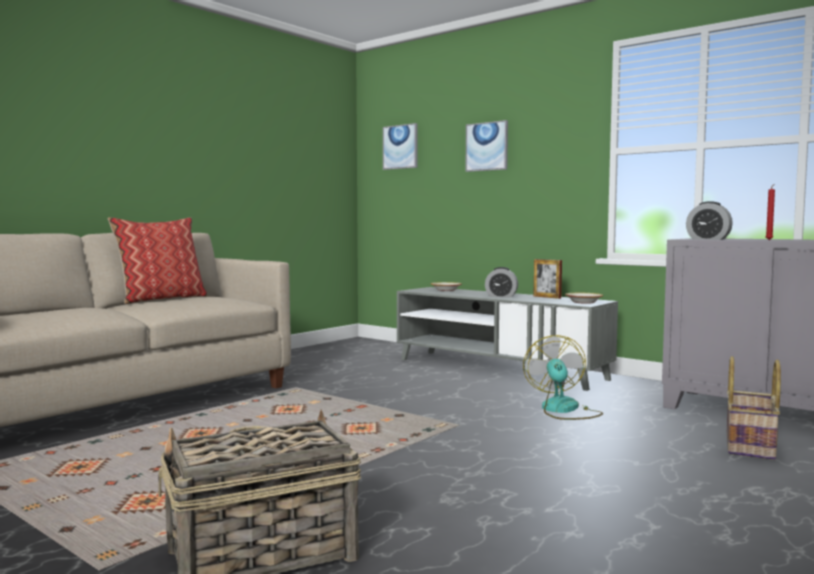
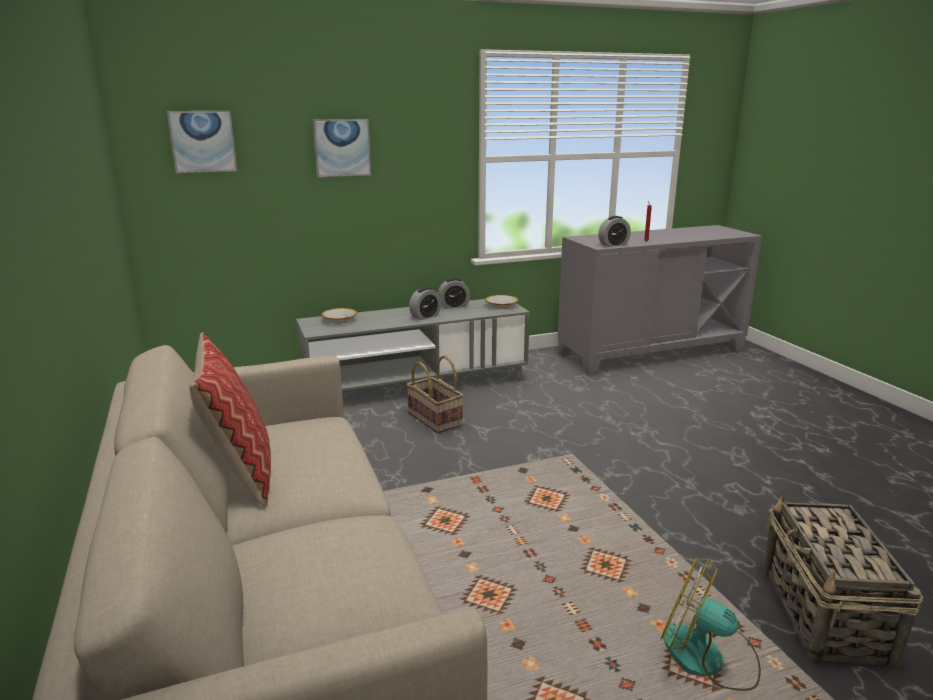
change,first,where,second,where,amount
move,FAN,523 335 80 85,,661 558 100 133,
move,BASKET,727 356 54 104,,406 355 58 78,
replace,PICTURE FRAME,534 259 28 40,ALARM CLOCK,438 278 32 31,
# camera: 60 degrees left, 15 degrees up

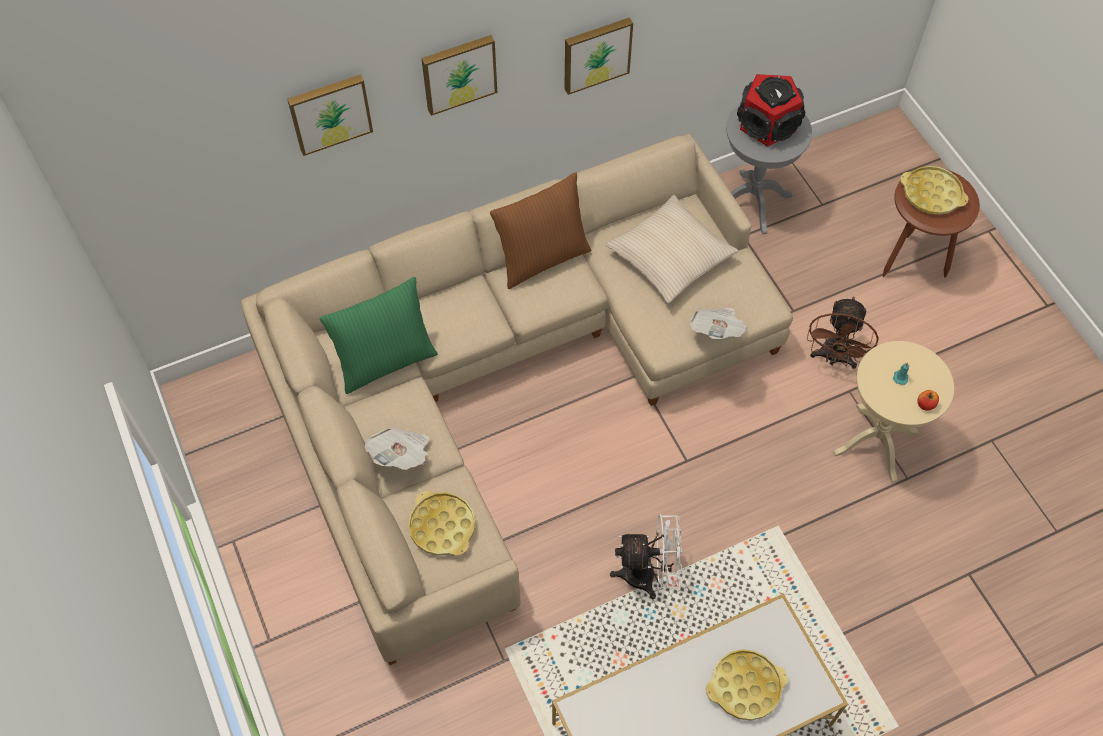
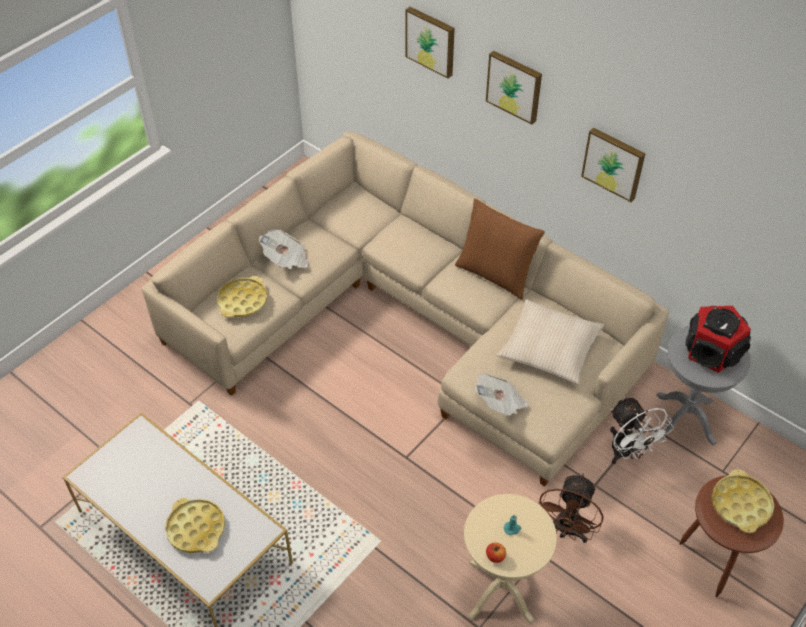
change,first,where,second,where,amount
delete,GREEN PILLOW,319 277 119 117,,,
move,WHITE FAN,610 514 72 85,,610 396 64 68,
rotate,BROWN FAN,807 297 72 72,,538 474 65 69,60 degrees counterclockwise
# camera: 65 degrees right, 10 degrees down

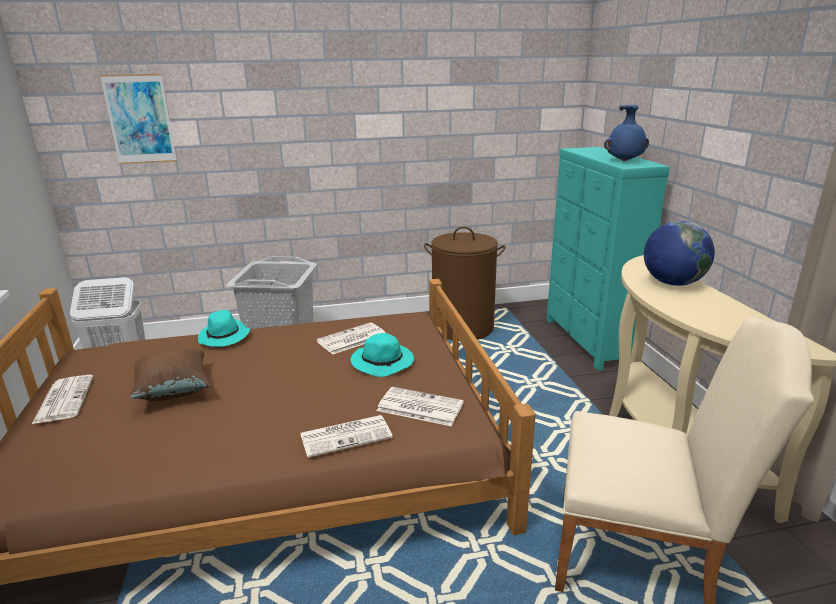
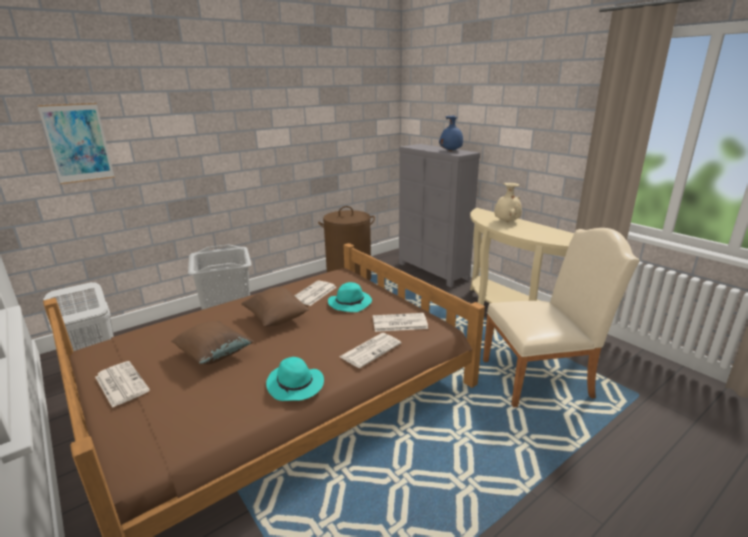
change,first,where,second,where,amount
insert,,,BROWN PILLOW,241 287 68 40,
move,TURQUOISE HAT,198 310 52 37,,266 357 58 44,
replace,GLOBE,644 221 71 65,BEIGE VASE,494 183 28 39,
recolor,TURQUOISE DRESSER,547 147 123 223,GREY DRESSER,399 144 81 143,
# camera: 25 degrees left, 0 degrees up

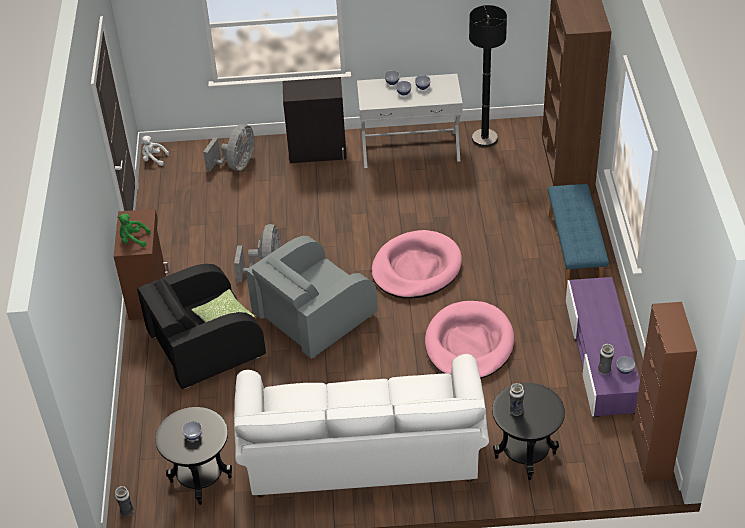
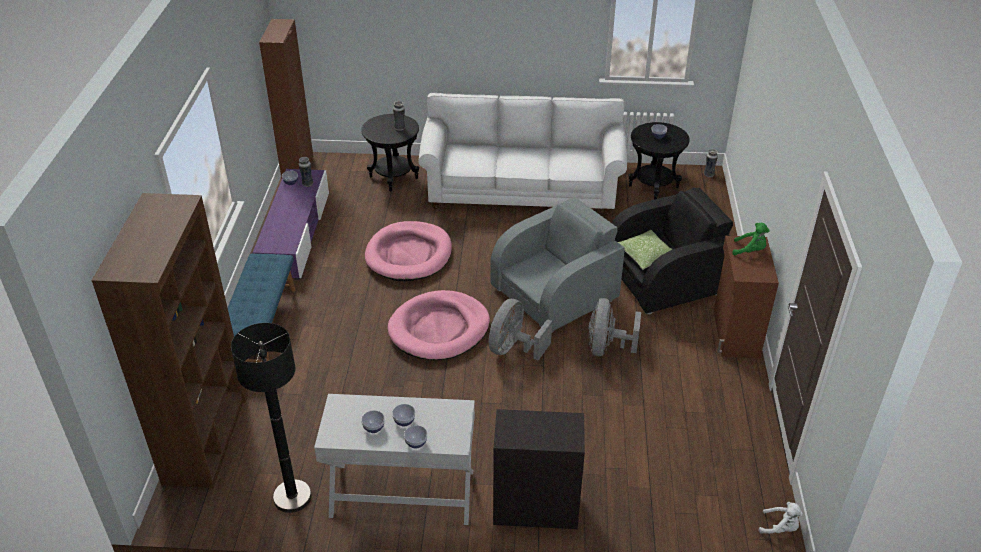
change,first,where,second,where,amount
move,GREY FAN,203 124 51 47,,489 299 63 62,
# camera: 175 degrees left, 5 degrees down

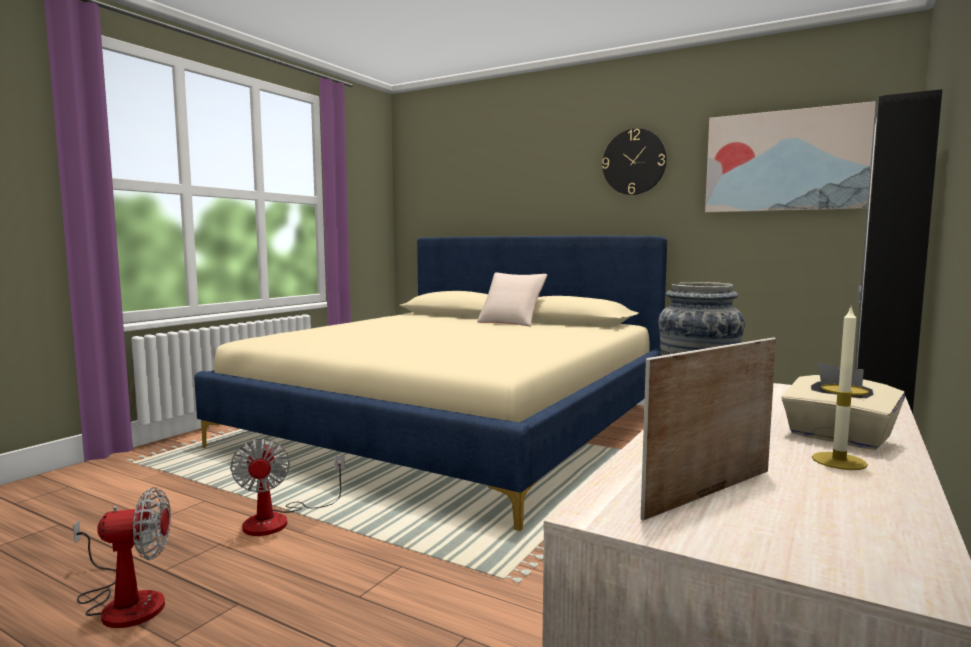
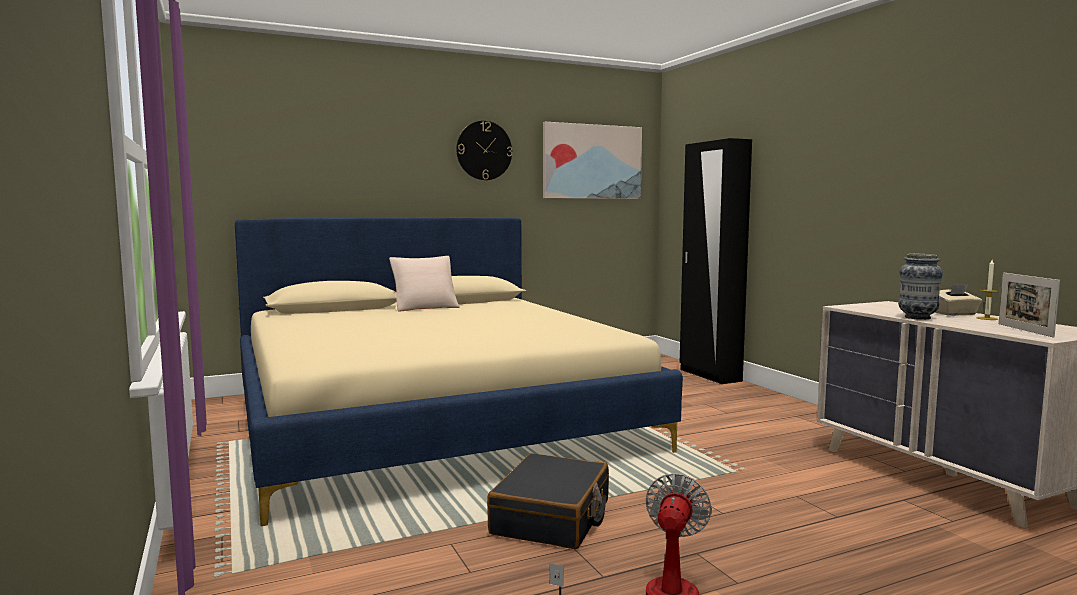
change,first,where,second,where,amount
replace,FAN,230 438 115 98,BLACK SUITCASE,487 453 122 96,
# camera: 55 degrees left, 0 degrees up

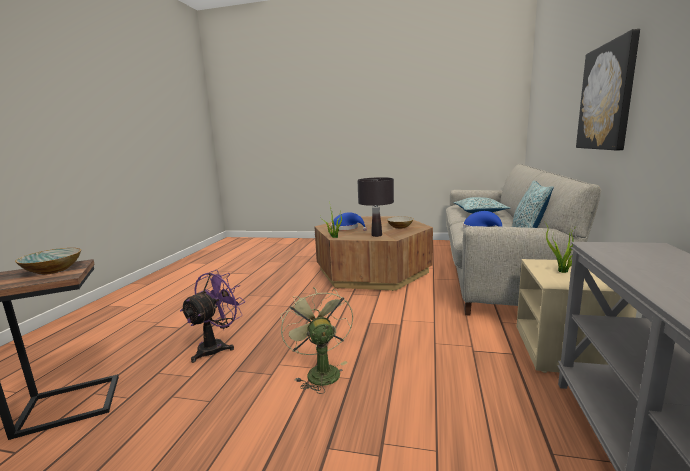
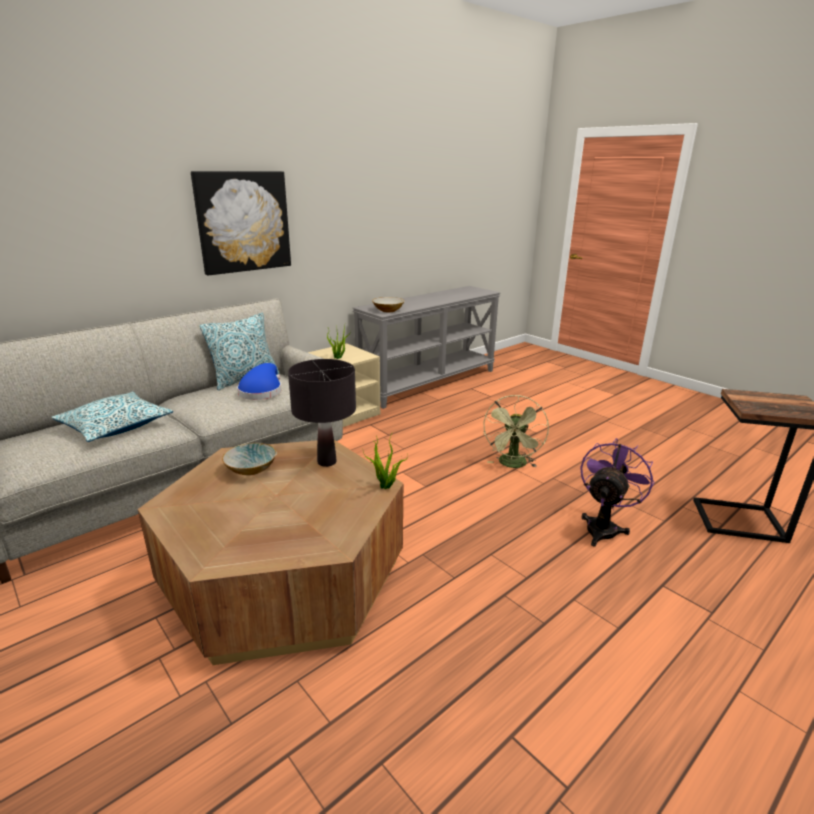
change,first,where,second,where,amount
delete,BLUE HAT,331 212 36 19,,,
move,BOWL,15 248 66 27,,372 297 32 15,
rotate,PURPLE FAN,180 270 65 93,,580 438 75 109,150 degrees clockwise
# camera: 145 degrees left, 10 degrees up

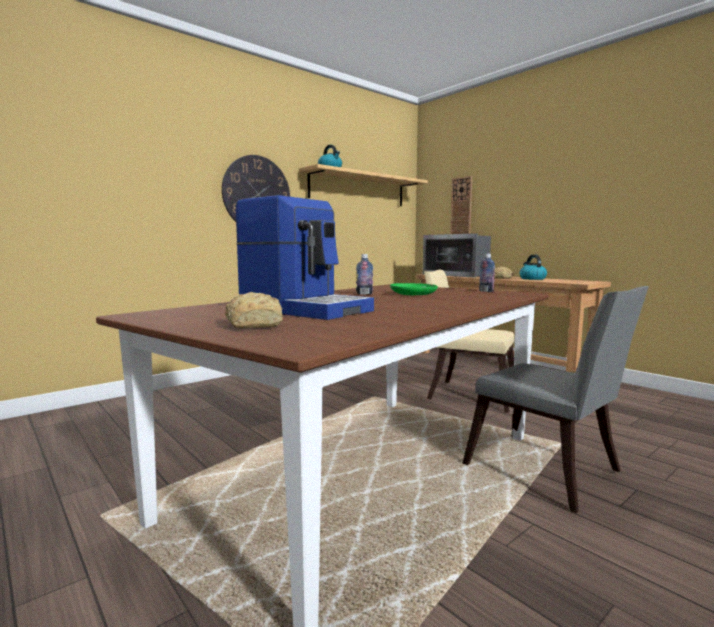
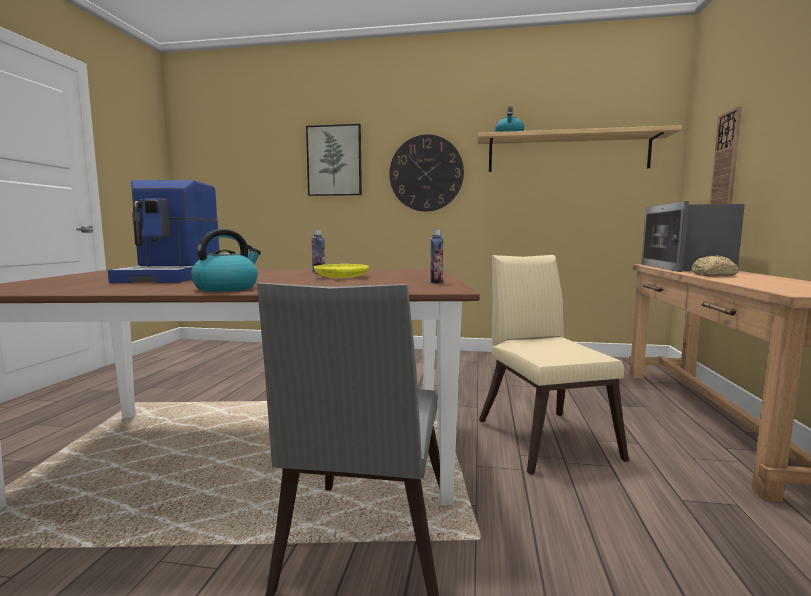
change,first,where,second,where,amount
delete,BREAD,225 292 58 36,,,
insert,,,PICTURE,306 124 56 72,
move,KETTLE,520 254 27 26,,191 229 70 63,
recolor,GREEN PLATE,390 283 48 12,YELLOW PLATE,314 264 55 14,
# camera: 50 degrees right, 0 degrees up

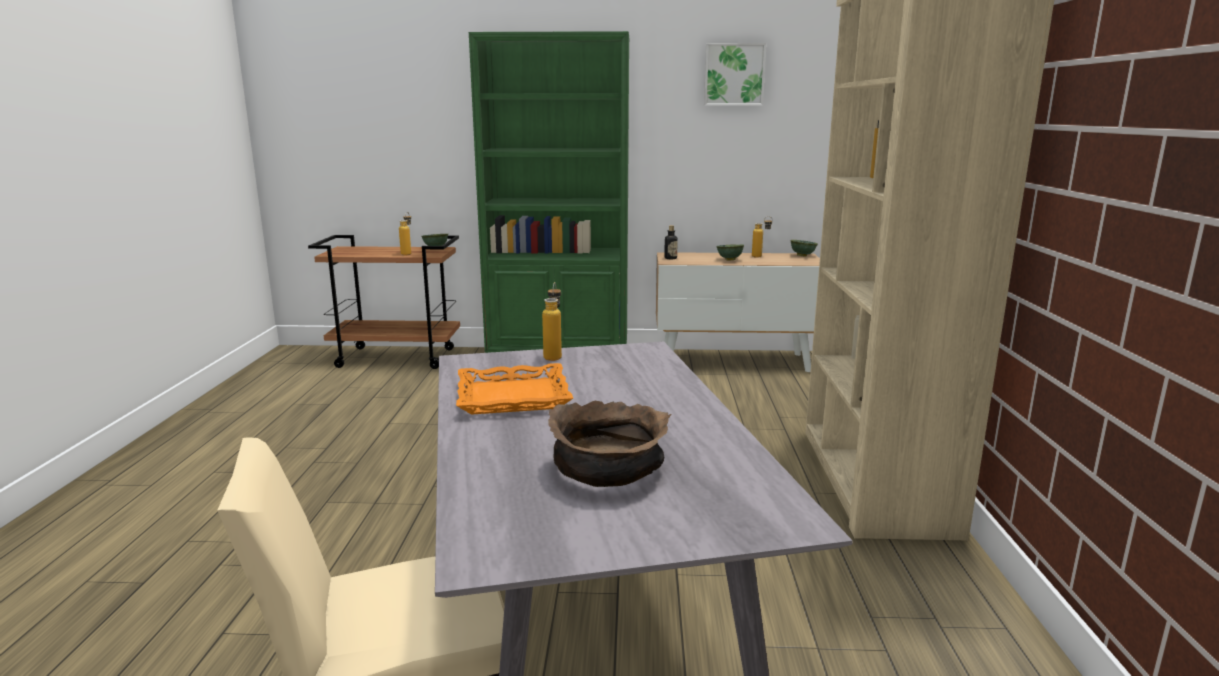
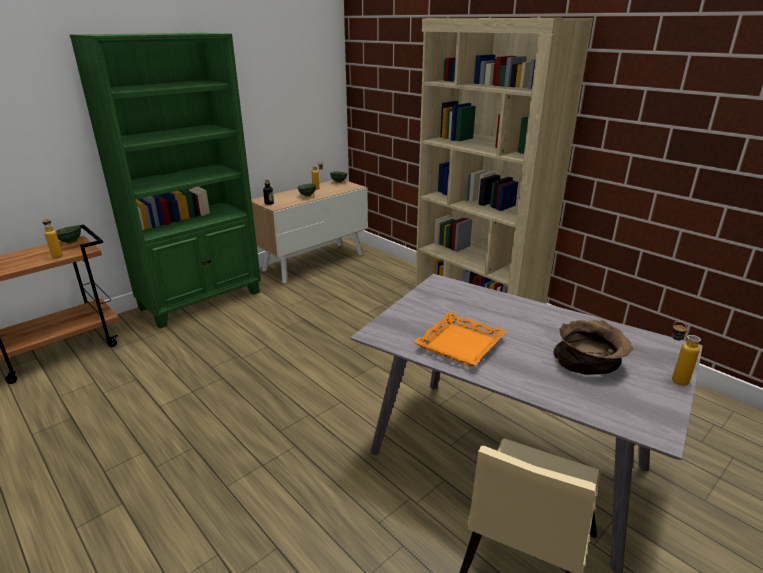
change,first,where,second,where,amount
delete,PICTURE,704 43 63 63,,,
move,BOTTLE,542 282 20 79,,672 321 29 64,
# camera: 45 degrees left, 10 degrees up

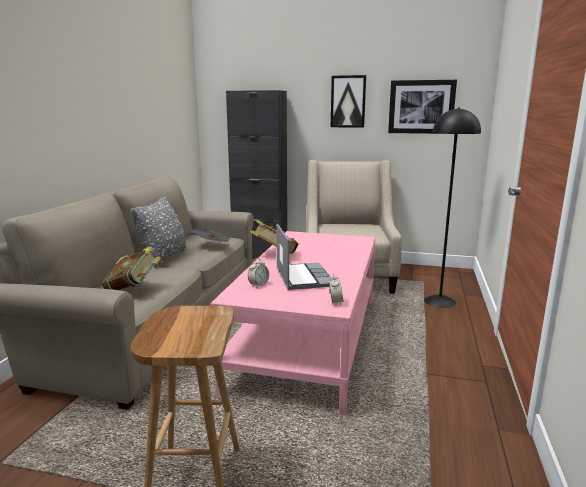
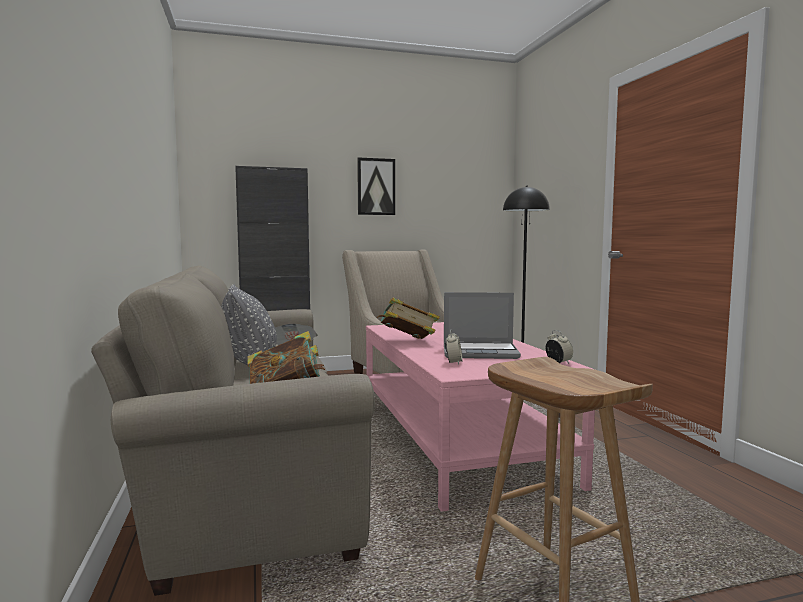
change,first,where,second,where,amount
delete,PICTURE,388 80 69 54,,,
rotate,LAPTOP,276 224 56 66,,444 292 77 67,135 degrees clockwise
# camera: 30 degrees left, 10 degrees down

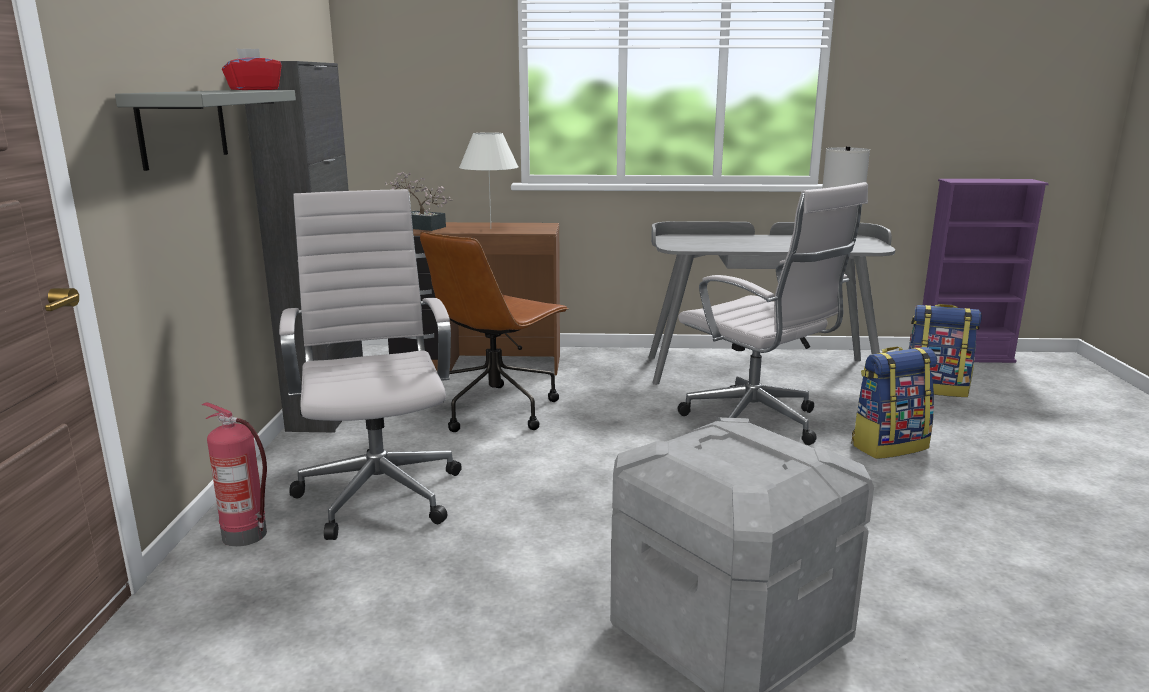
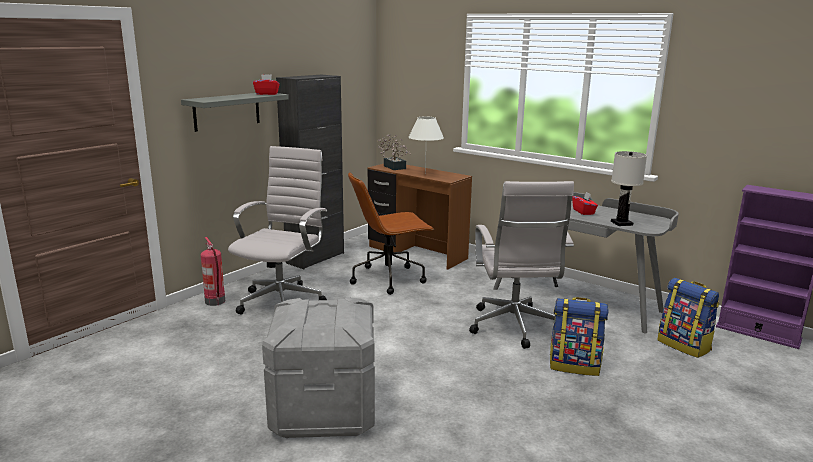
change,first,where,second,where,amount
insert,,,RED TISSUE BOX,572 192 26 23,
# camera: 35 degrees right, 0 degrees up

